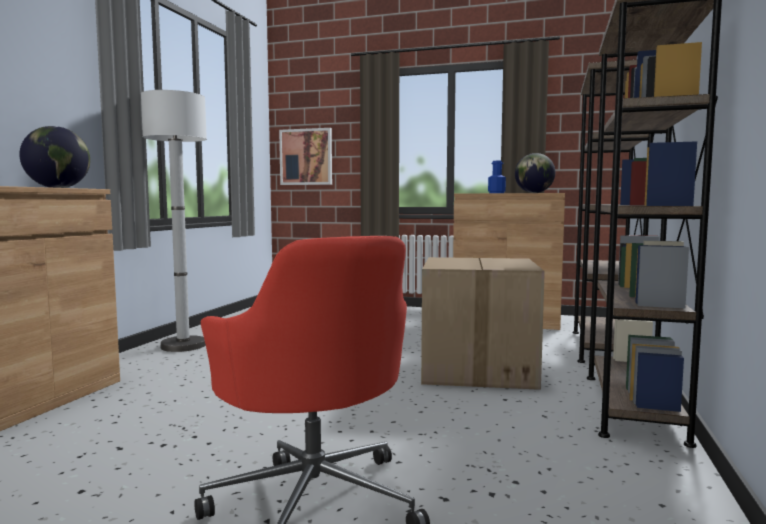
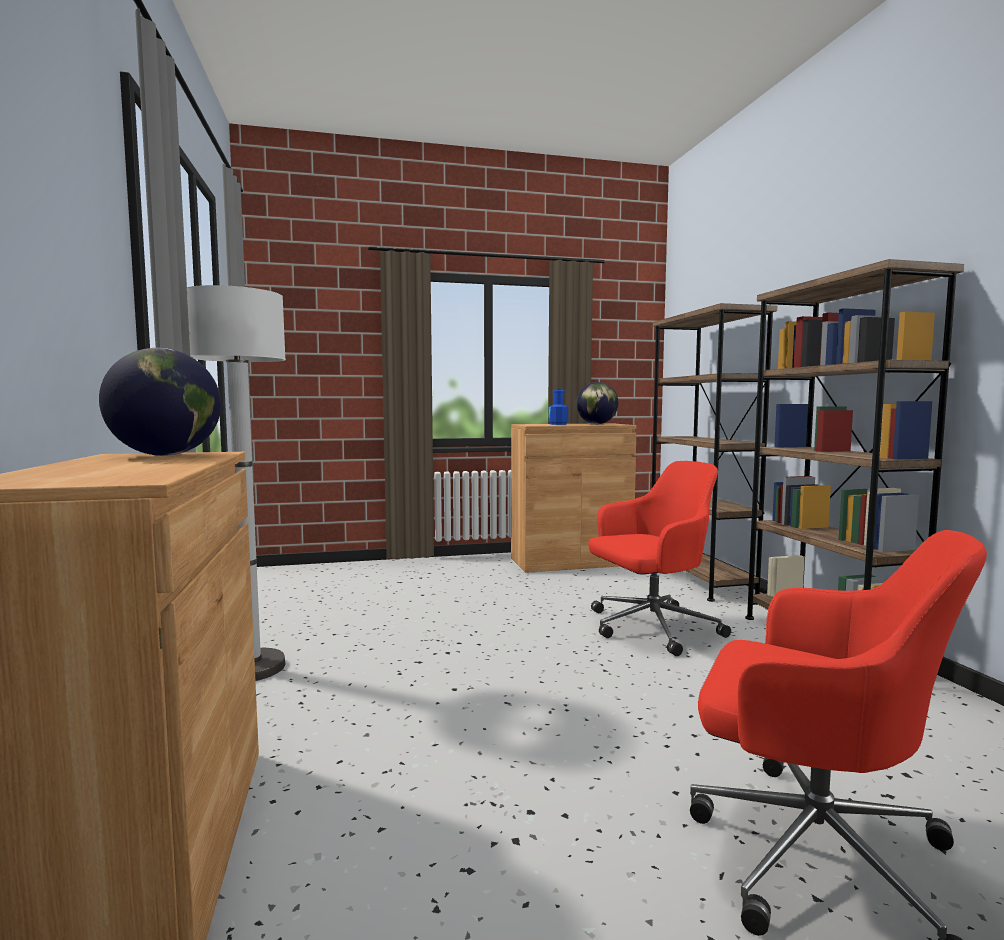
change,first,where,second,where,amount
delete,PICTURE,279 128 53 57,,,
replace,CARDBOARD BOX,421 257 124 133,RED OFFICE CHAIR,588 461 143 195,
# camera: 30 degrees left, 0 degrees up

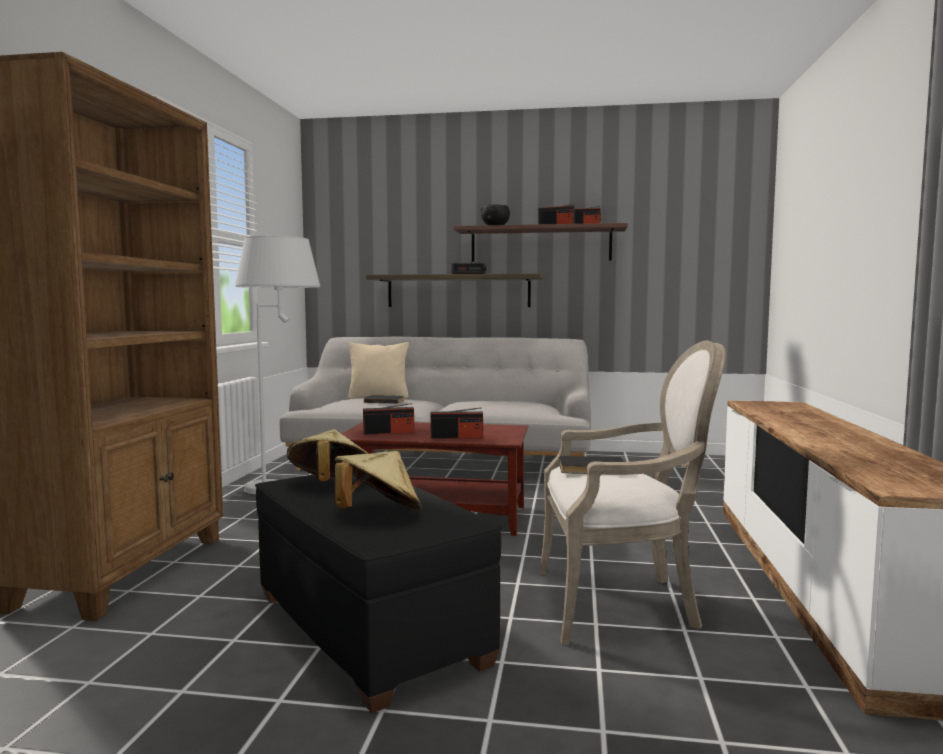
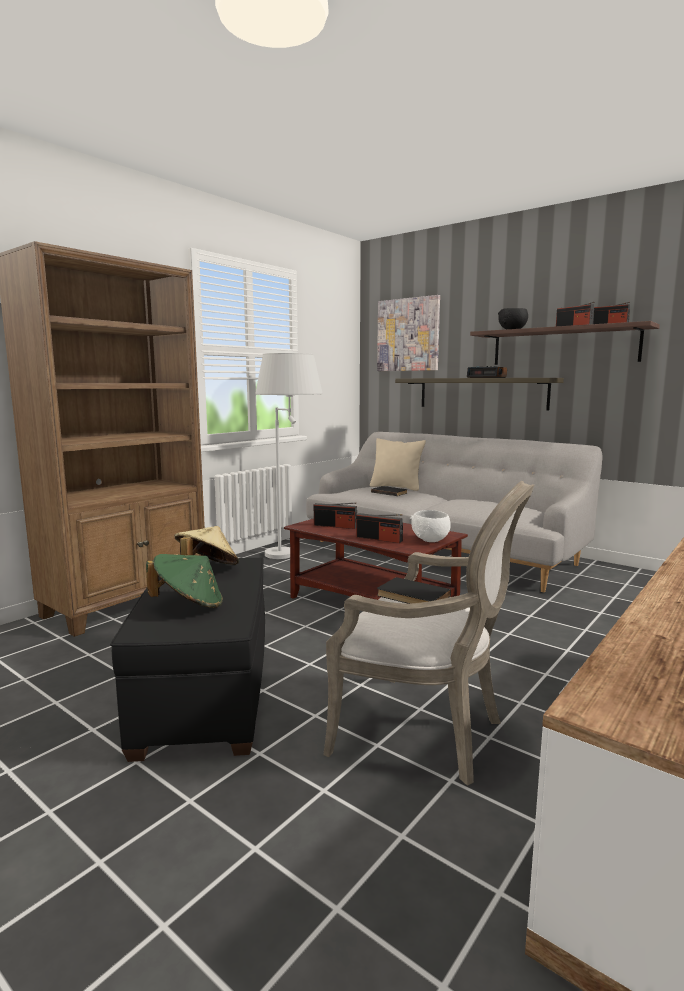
change,first,where,second,where,amount
insert,,,PICTURE,377 295 63 76,
insert,,,WHITE BOWL,410 510 41 32,
recolor,BEIGE HAT,334 451 88 59,GREEN HAT,146 554 77 54,
# camera: 30 degrees right, 5 degrees up

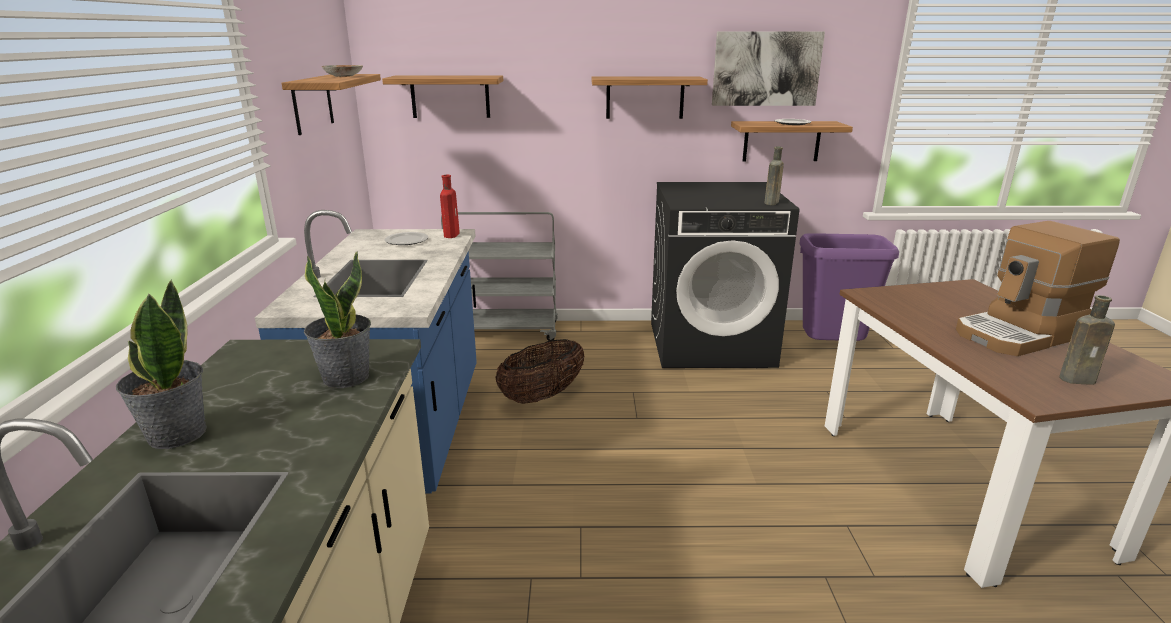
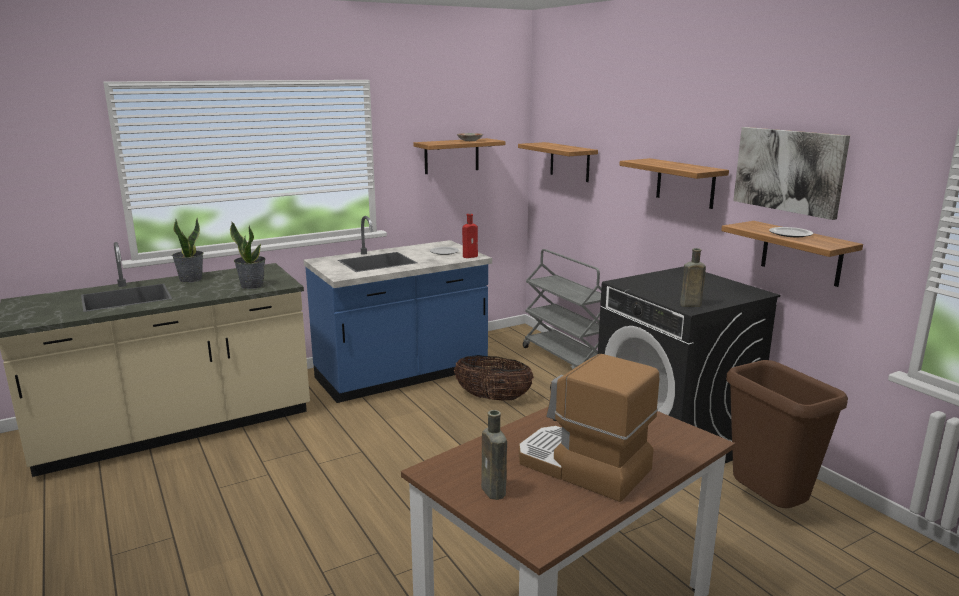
change,first,where,second,where,amount
recolor,PURPLE TRASH CAN,800 233 99 108,BROWN TRASH CAN,726 360 122 148,
# camera: 60 degrees right, 5 degrees down

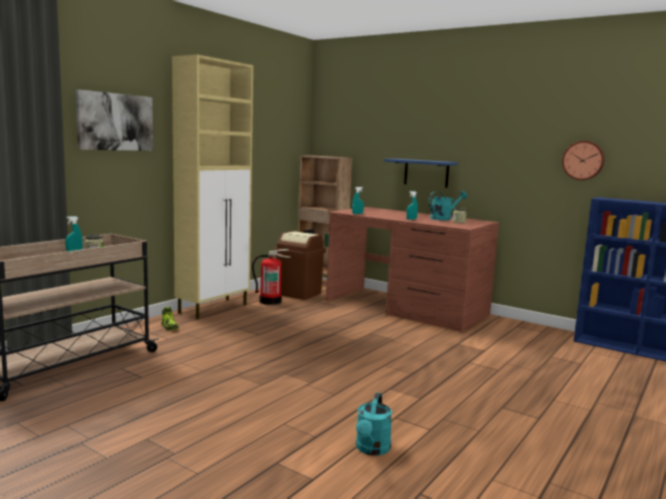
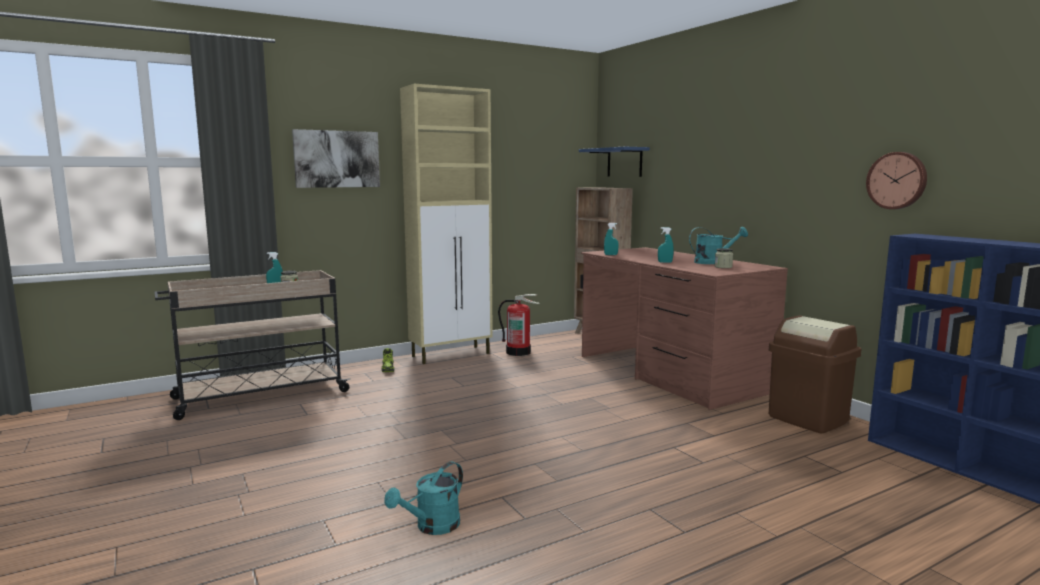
change,first,where,second,where,amount
move,BROWN TRASH CAN,274 231 52 69,,769 316 92 117,
move,BLUE SHELF,384 159 75 29,,579 147 71 30,
# camera: 25 degrees right, 0 degrees up

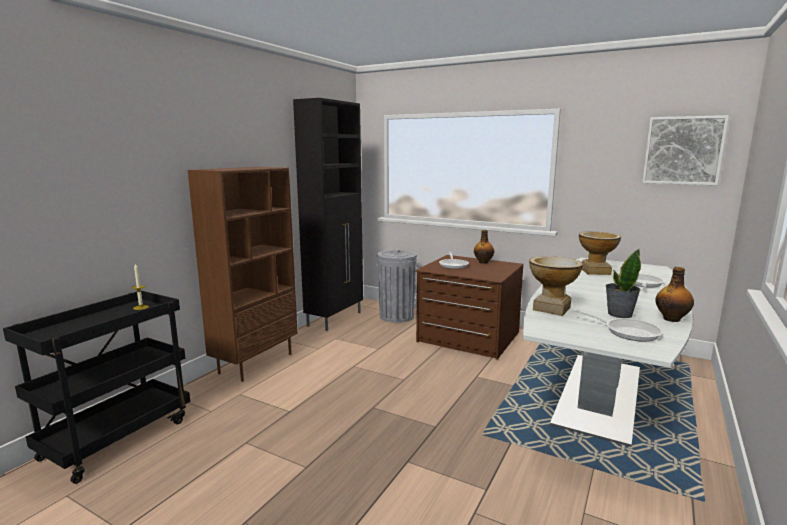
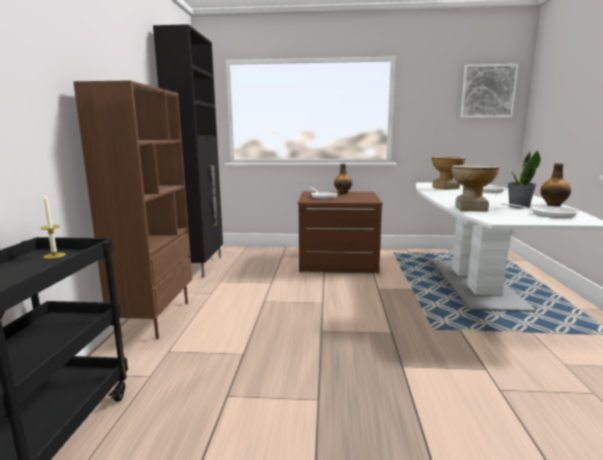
change,first,where,second,where,amount
delete,GREY TRASH CAN,376 250 42 73,,,
# camera: 25 degrees left, 0 degrees up

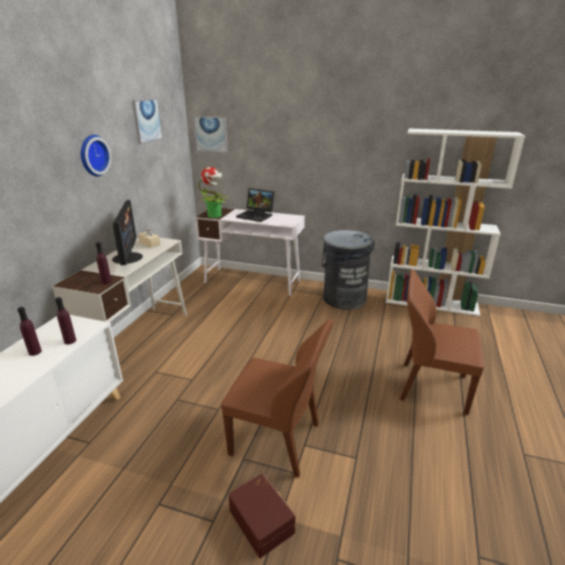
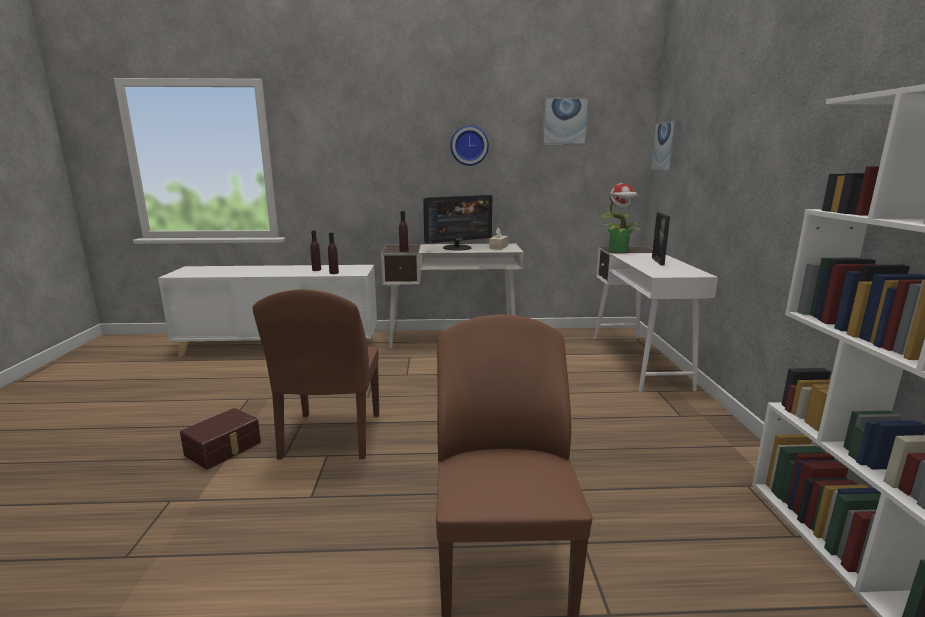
change,first,where,second,where,amount
delete,GREY TRASH CAN,322 230 53 79,,,
replace,LAPTOP,236 188 39 34,PICTURE FRAME,652 212 18 53,
# camera: 70 degrees right, 10 degrees down

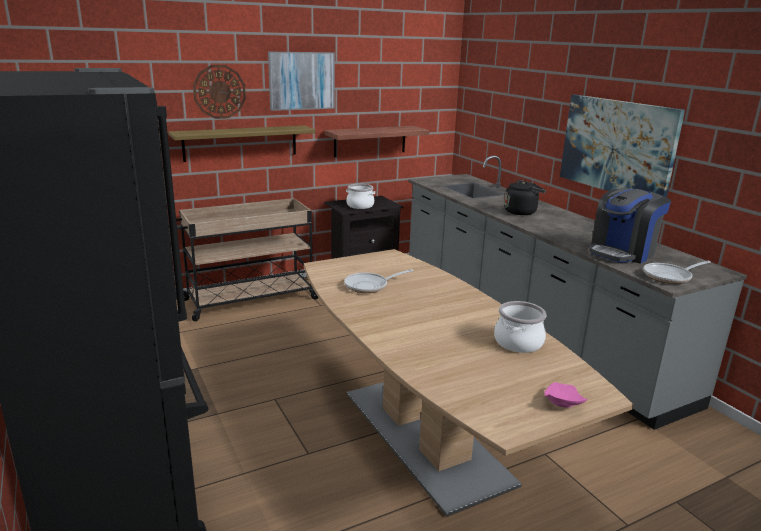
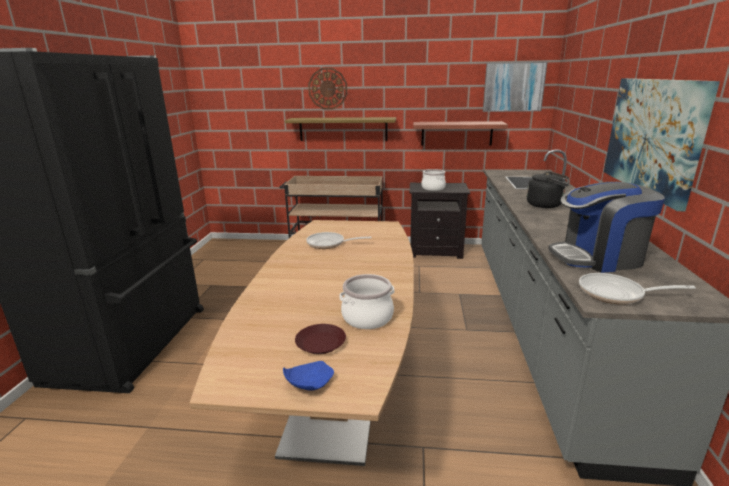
change,first,where,second,where,amount
insert,,,BROWN PLATE,295 324 51 30,
move,PICTURE,268 52 67 59,,483 62 64 50,
recolor,PINK PLATE,544 382 43 25,BLUE PLATE,283 361 51 30,
# camera: 35 degrees right, 0 degrees up

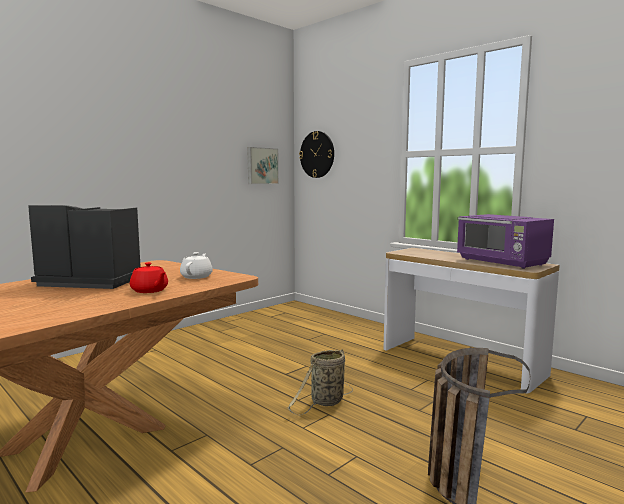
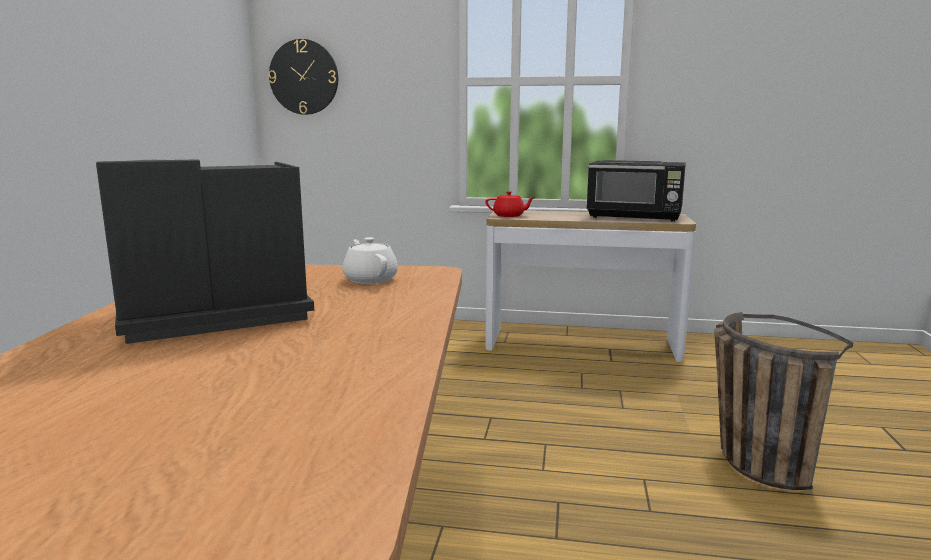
change,first,where,second,where,amount
delete,PICTURE,247 147 32 37,,,
delete,BASKET,287 349 66 66,,,
move,RED TEAPOT,130 262 38 31,,485 191 50 26,
recolor,PURPLE MICROWAVE,457 214 97 55,BLACK MICROWAVE,587 160 99 62,
# camera: 35 degrees left, 5 degrees up

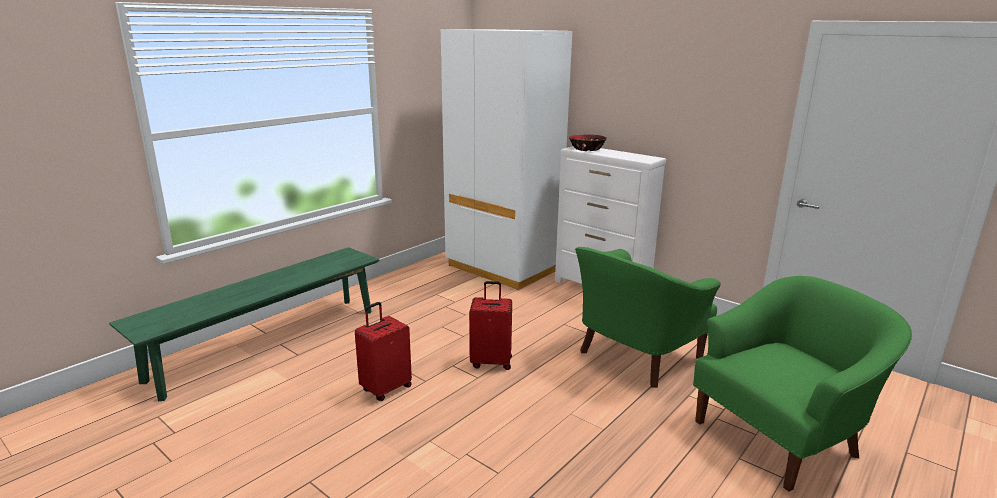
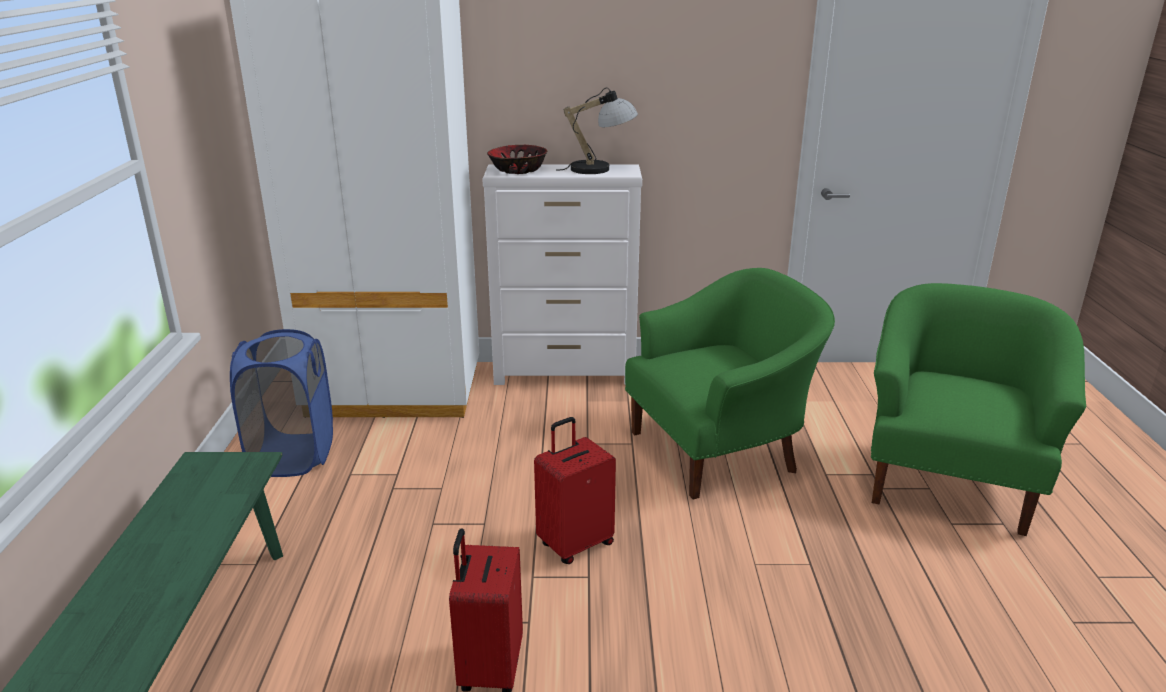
change,first,where,second,where,amount
insert,,,BLUE LAUNDRY BASKET,230 329 103 148,
insert,,,TABLE LAMP,556 88 82 86,
rotate,GREEN ARMCHAIR,575 247 146 141,,625 268 210 231,120 degrees counterclockwise
# camera: 40 degrees left, 5 degrees up

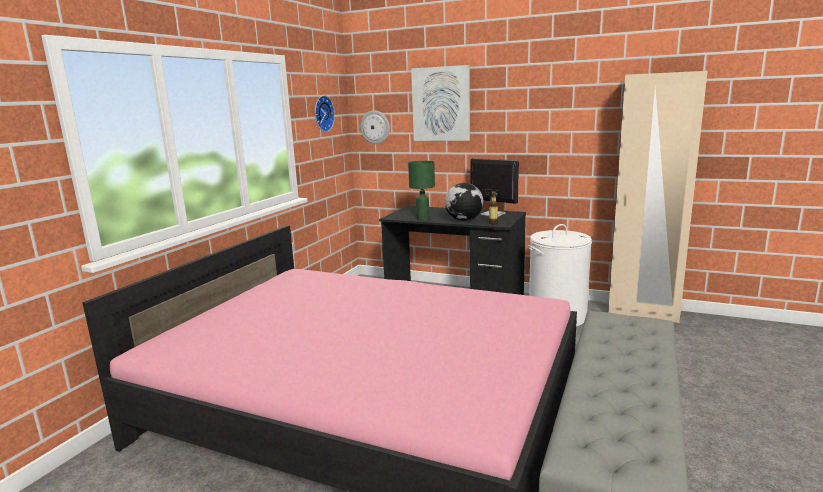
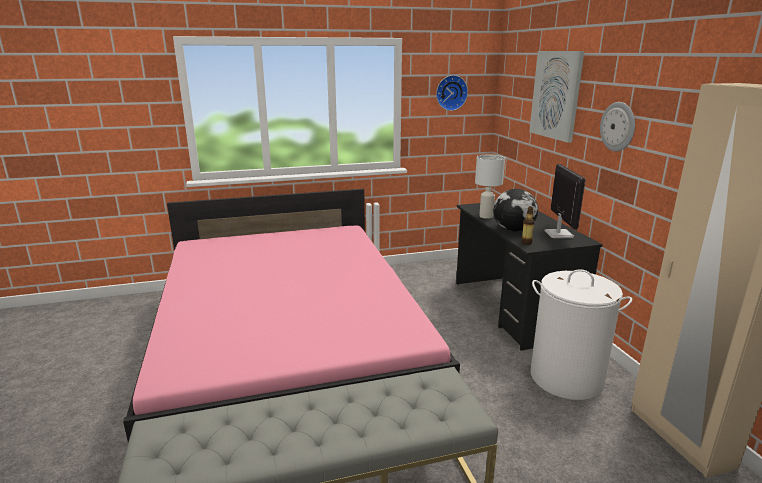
change,first,where,second,where,amount
move,WALL CLOCK,360 110 30 34,,600 102 35 50,
recolor,GREEN TABLE LAMP,408 161 27 59,WHITE TABLE LAMP,475 155 30 64,
# camera: 50 degrees right, 5 degrees up

